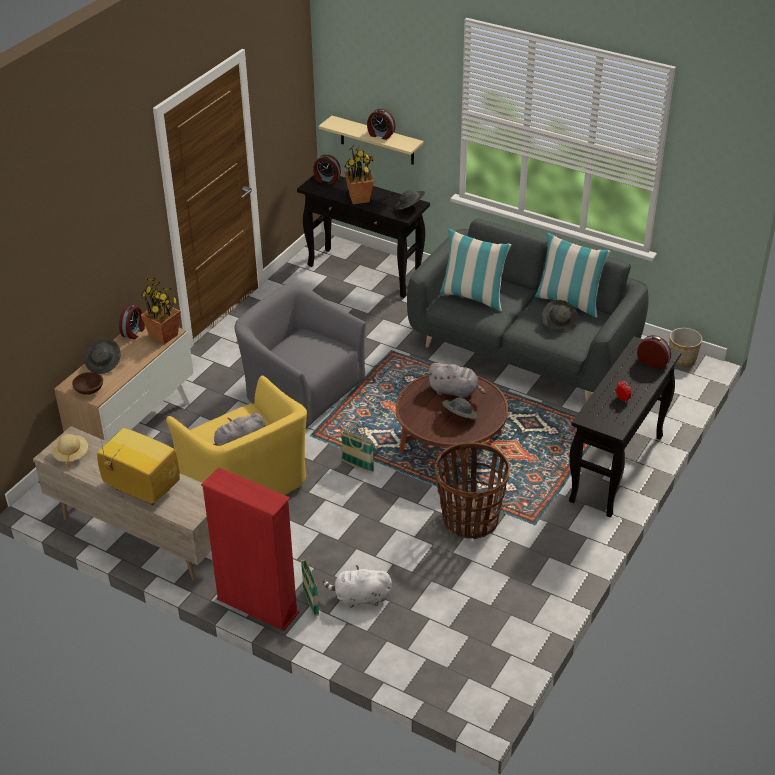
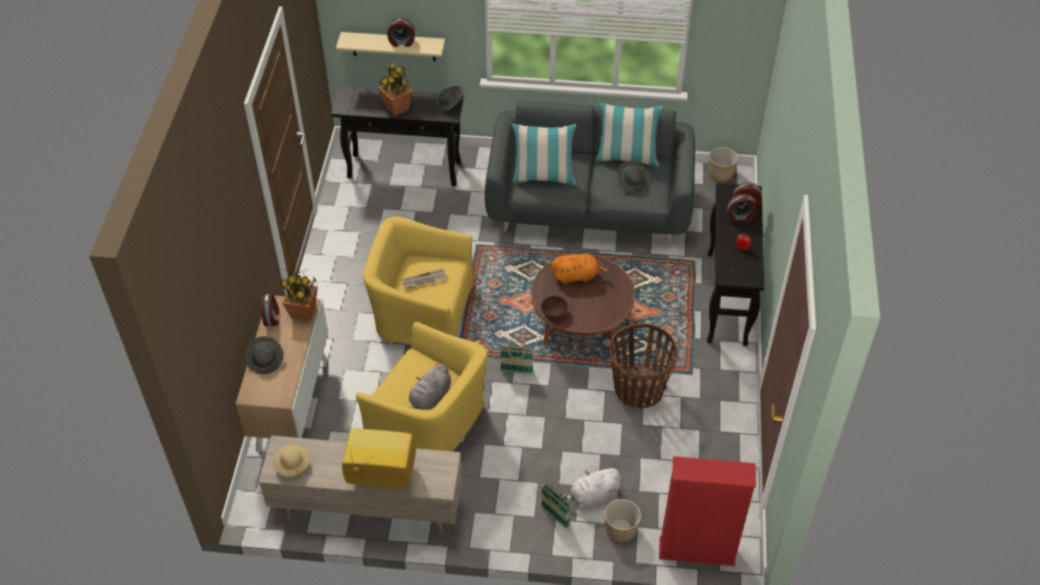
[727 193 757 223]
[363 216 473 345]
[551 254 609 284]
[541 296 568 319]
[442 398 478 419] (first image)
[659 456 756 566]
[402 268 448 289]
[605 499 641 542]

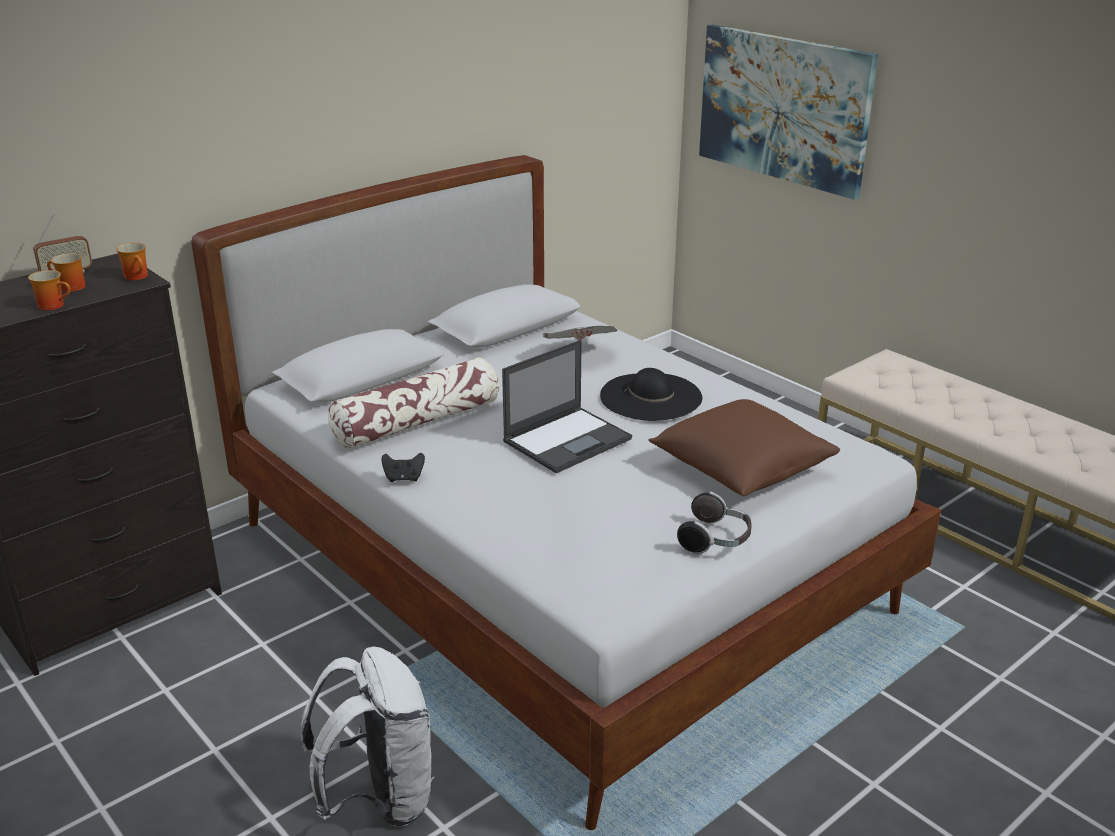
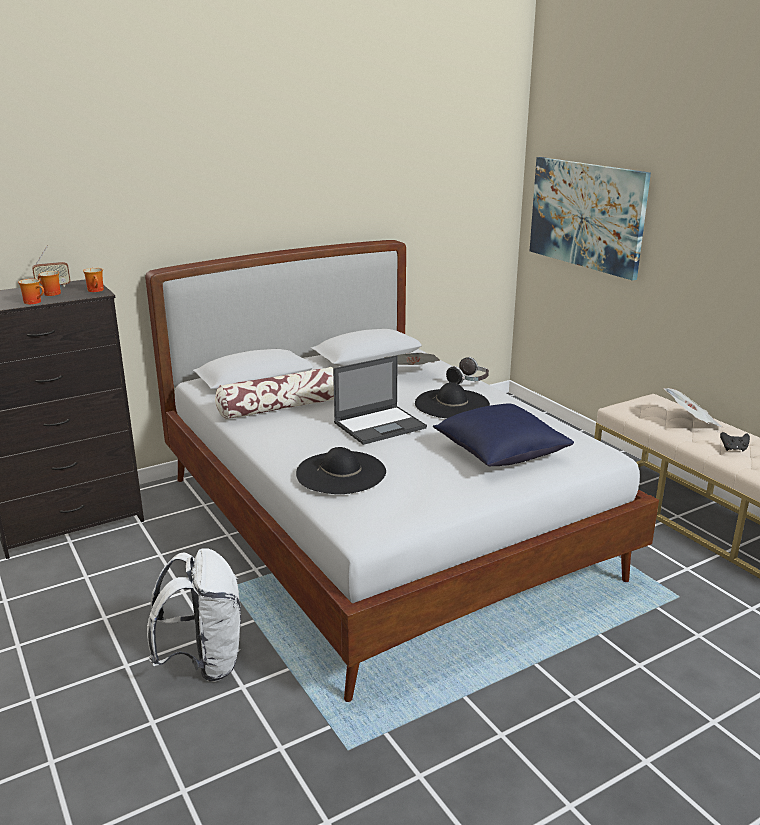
[433 403 574 467]
[720 432 750 451]
[446 357 489 385]
[663 388 722 427]
[296 447 386 494]

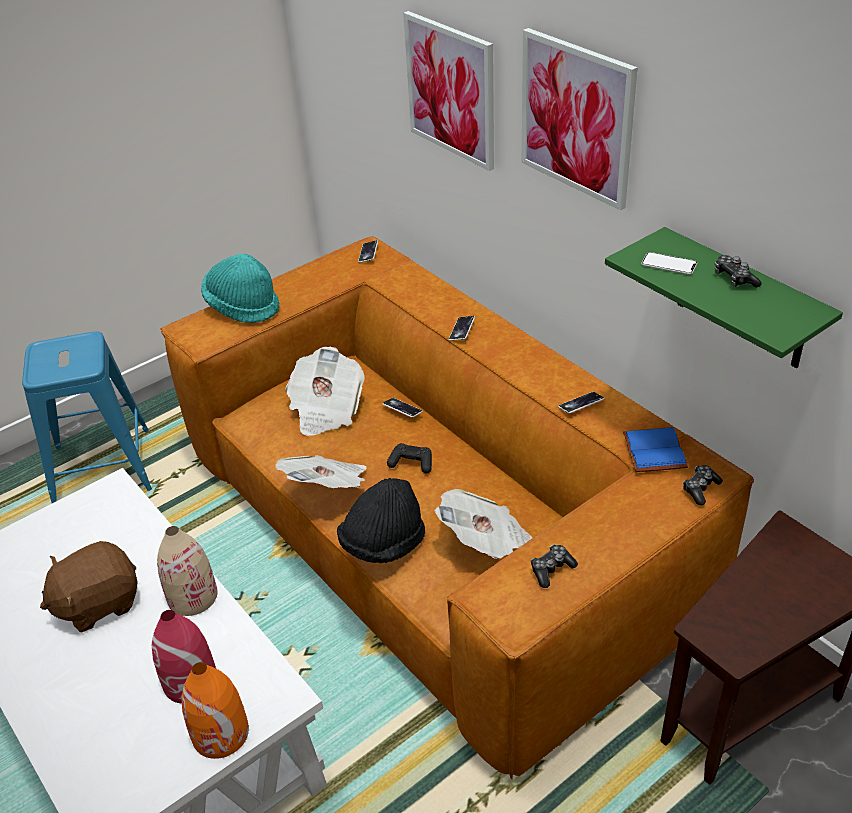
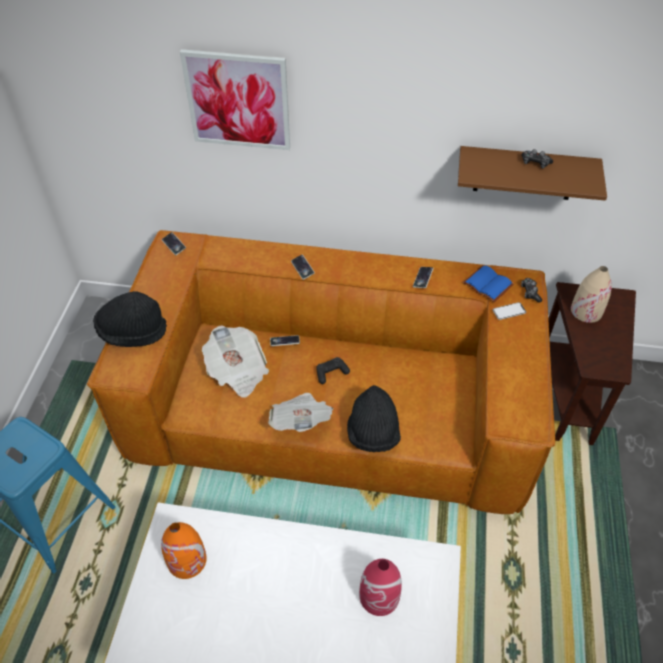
[522 28 638 210] (first image)
[458 146 607 201]
[493 302 526 320]
[93 291 167 347]
[434 489 532 559] (first image)
[571 266 612 323]
[40 541 138 632] (first image)
[531 545 578 588] (first image)
[161 522 207 579]

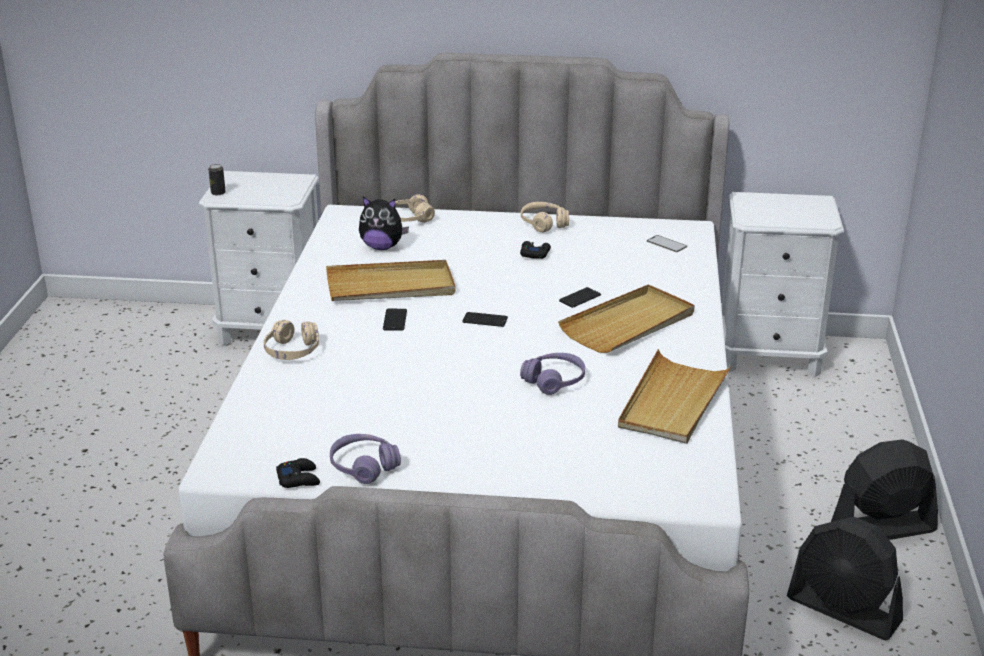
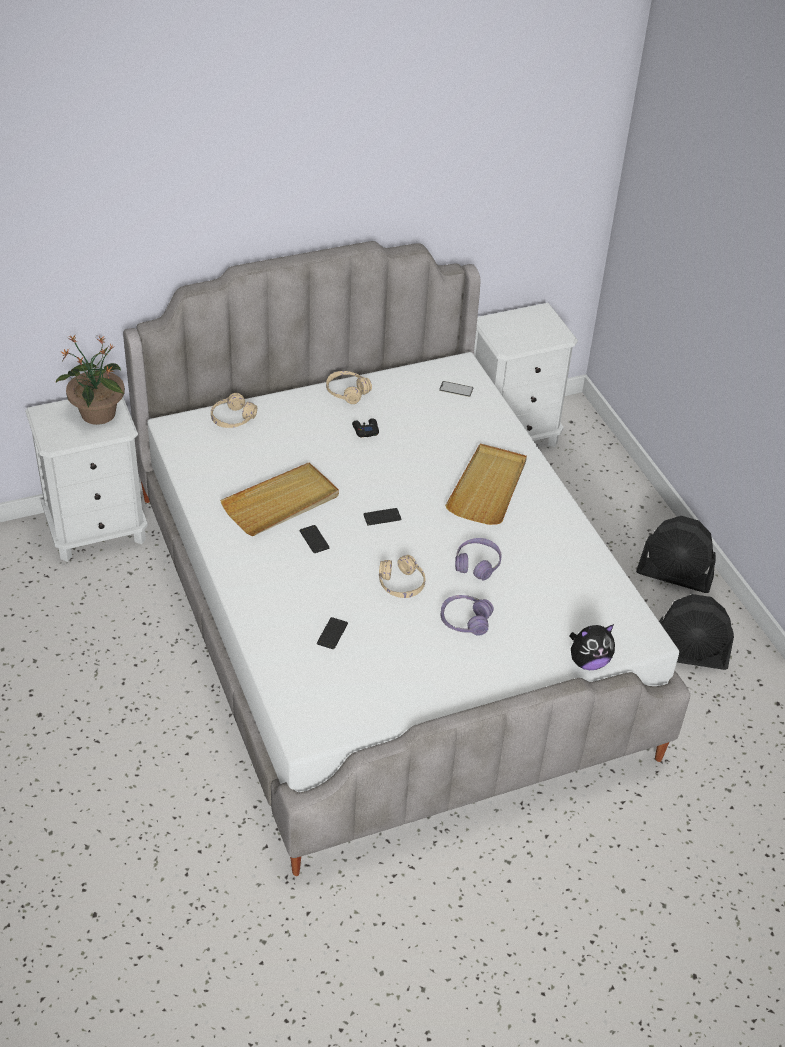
[208 164 226 195] (first image)
[569 624 615 670]
[317 617 348 649]
[379 555 426 598]
[618 349 732 444] (first image)
[440 595 494 636]
[636 516 716 593]
[276 458 320 488] (first image)
[56 334 125 425]

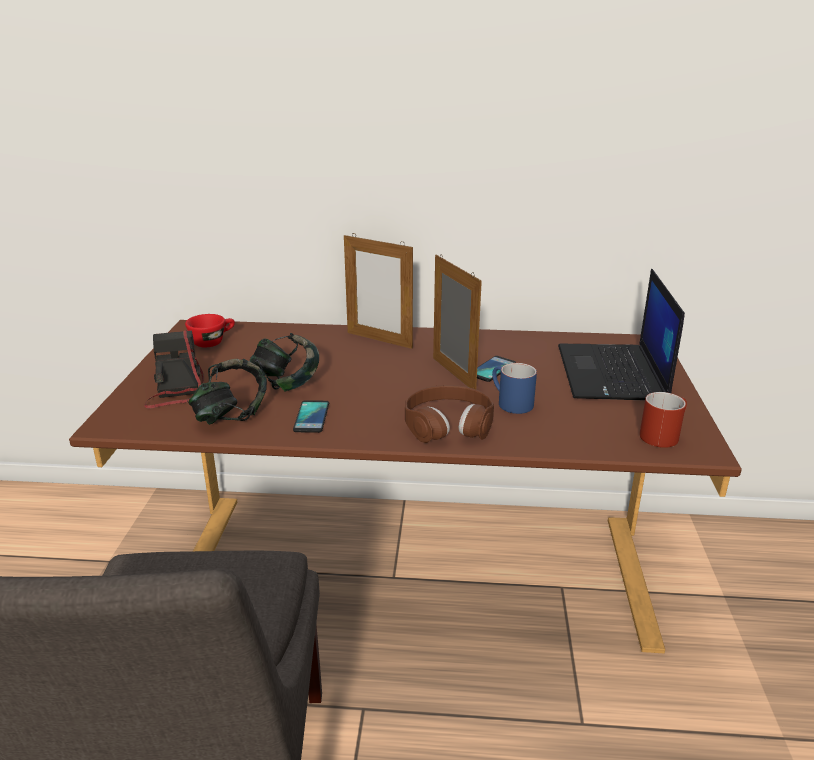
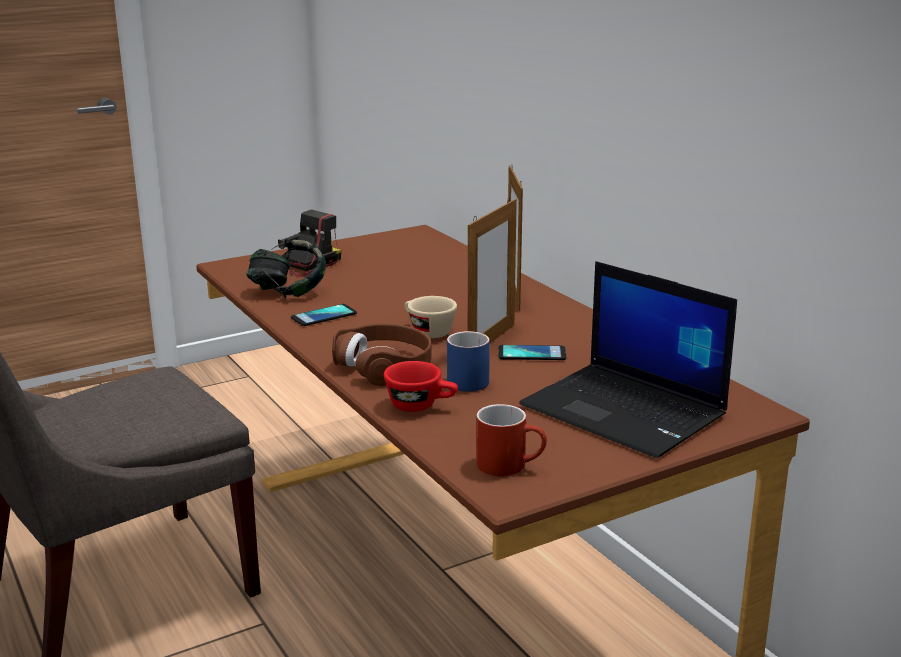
[519 261 737 458]
[384 361 458 412]
[250 333 319 392] (first image)
[405 296 457 338]

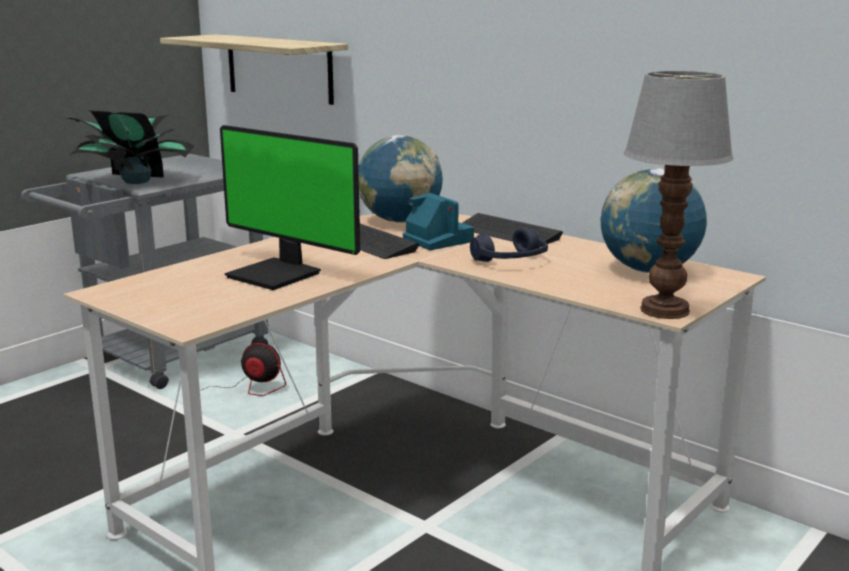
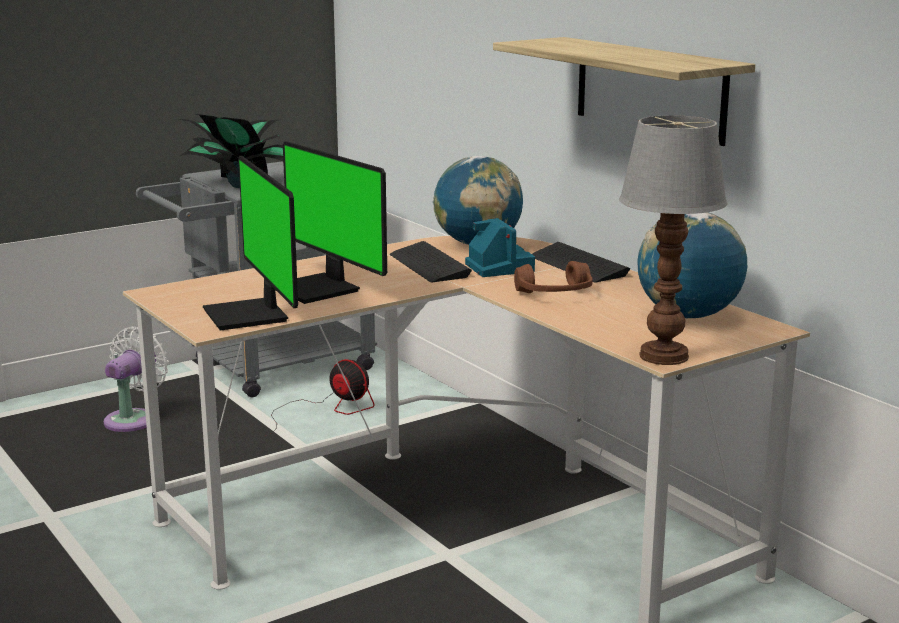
[493 37 755 146]
[514 261 593 293]
[203 156 298 331]
[104 327 169 432]

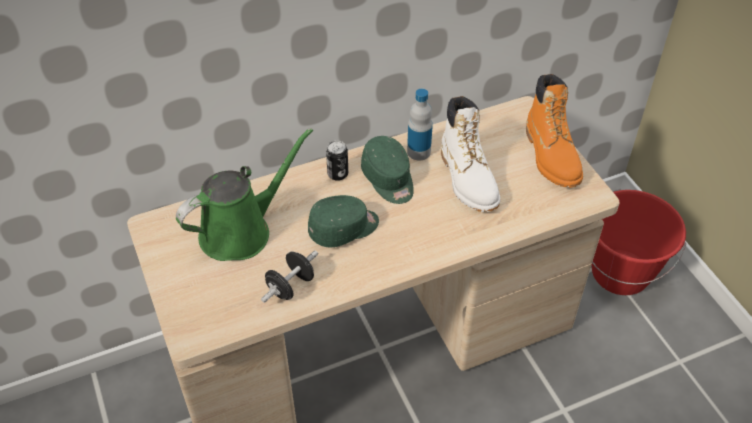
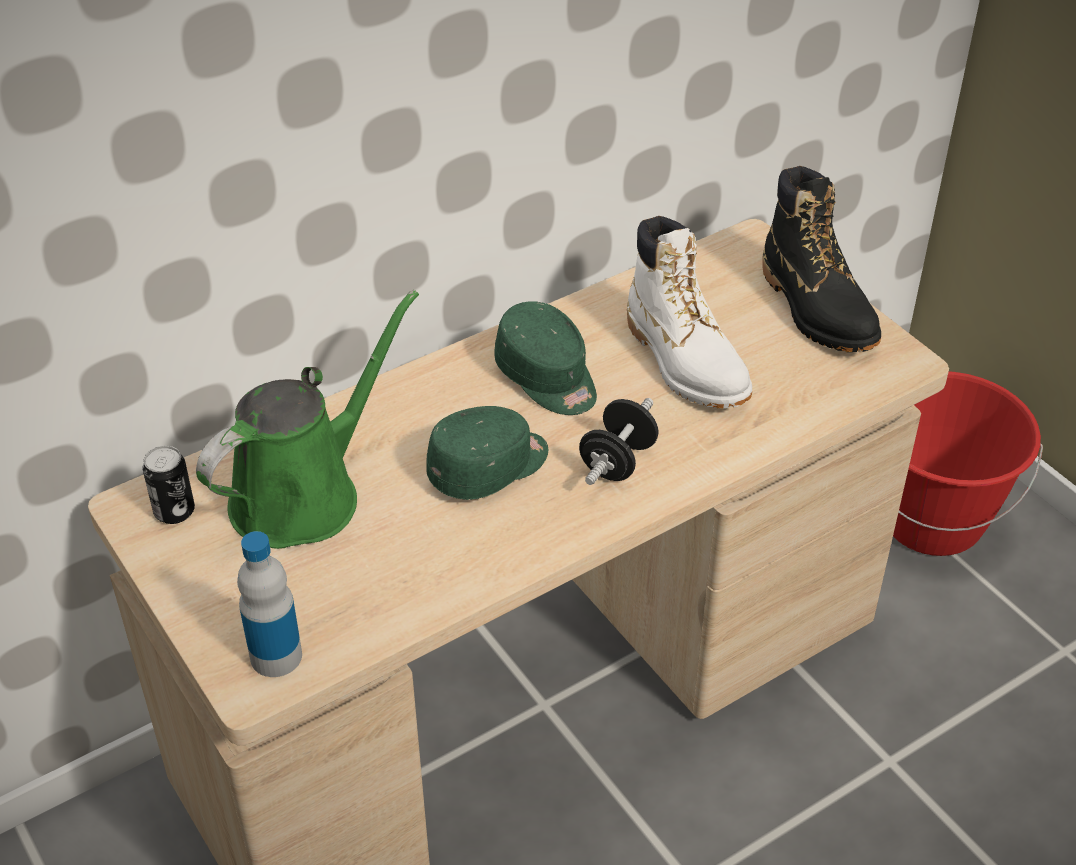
[762 166 881 352]
[237 531 302 677]
[142 446 195 524]
[579 398 658 485]

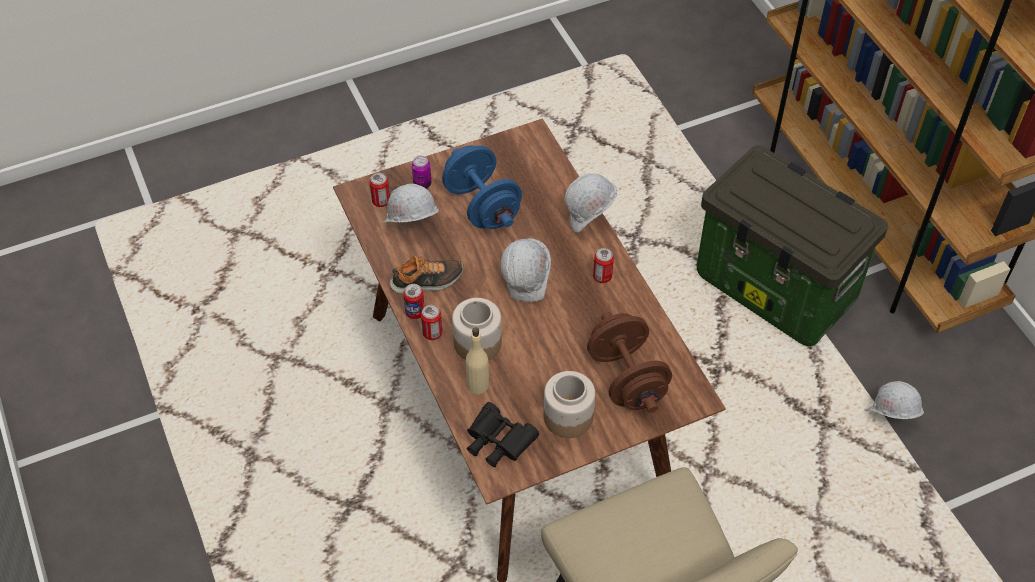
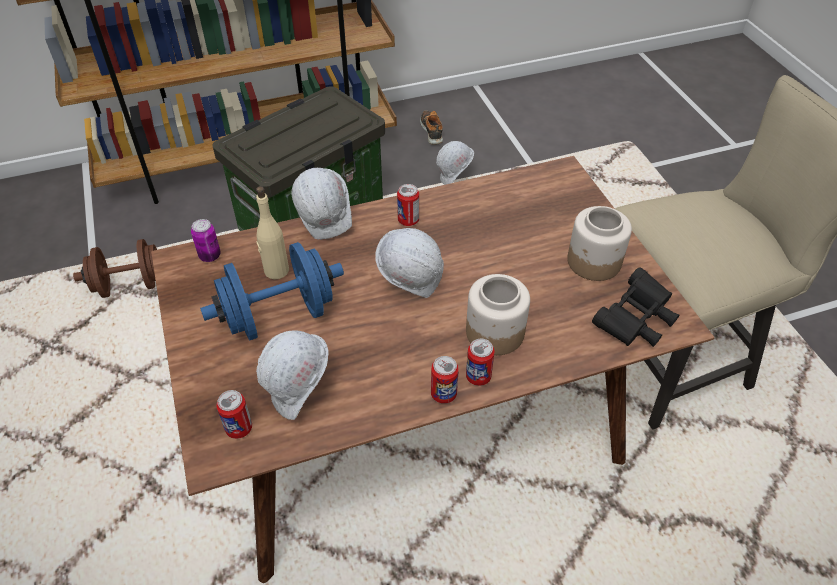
[191 219 221 262]
[420 111 443 145]
[73 239 157 298]
[256 186 289 279]

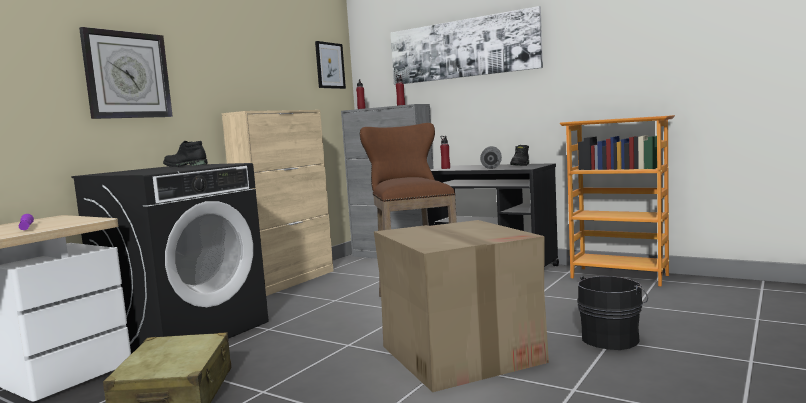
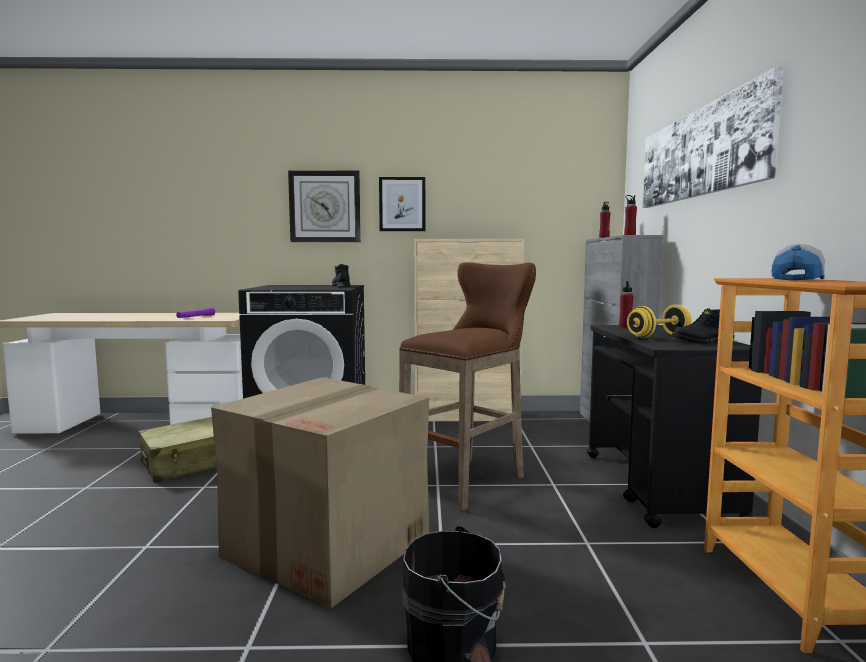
[379 177 425 231]
[627 305 691 338]
[772 244 825 280]

